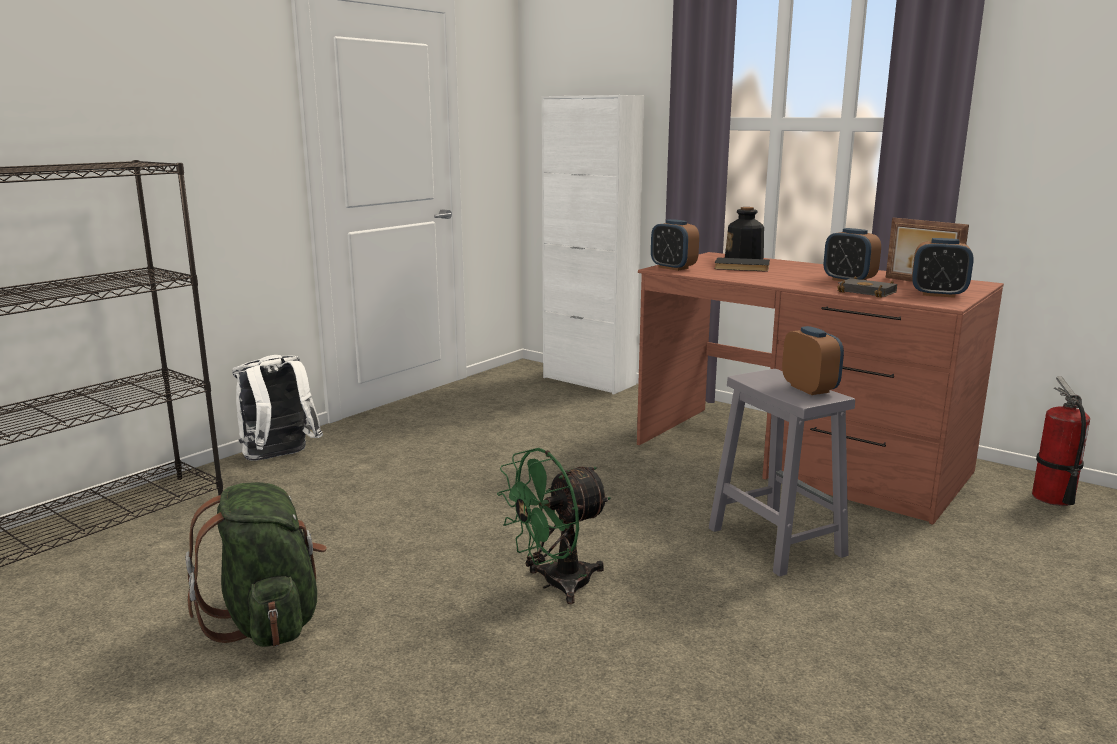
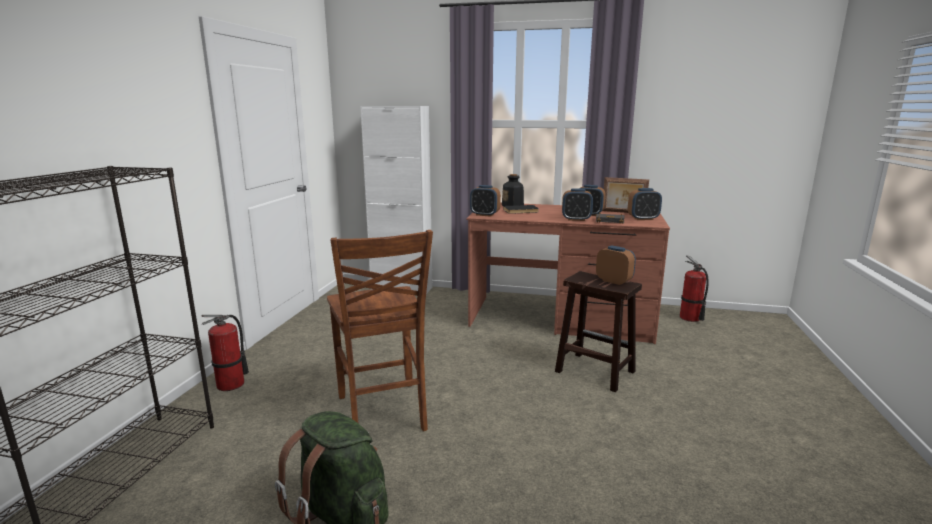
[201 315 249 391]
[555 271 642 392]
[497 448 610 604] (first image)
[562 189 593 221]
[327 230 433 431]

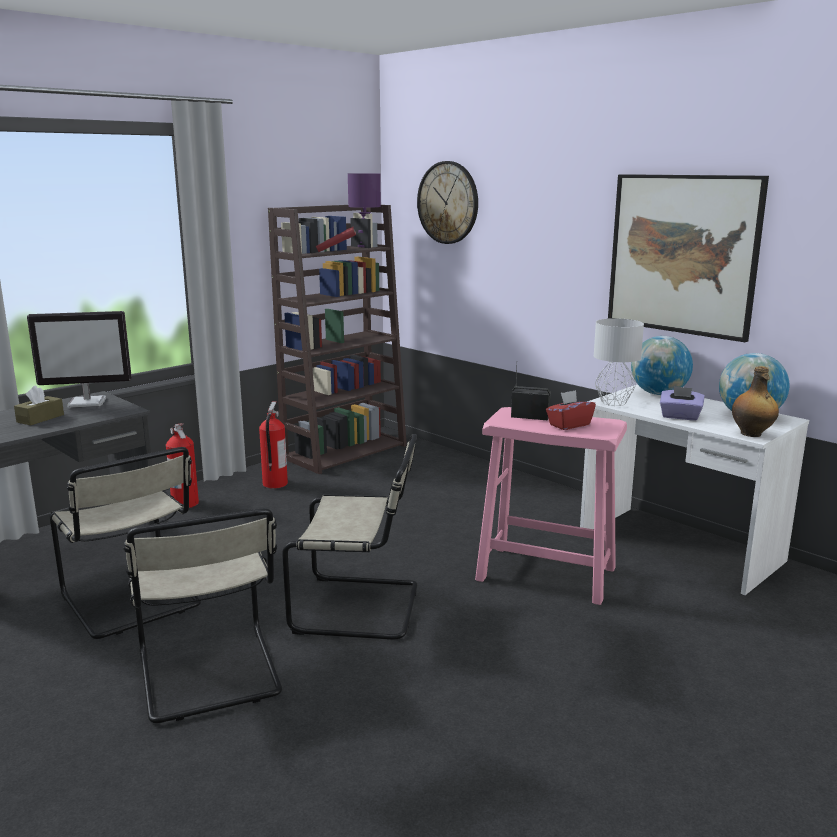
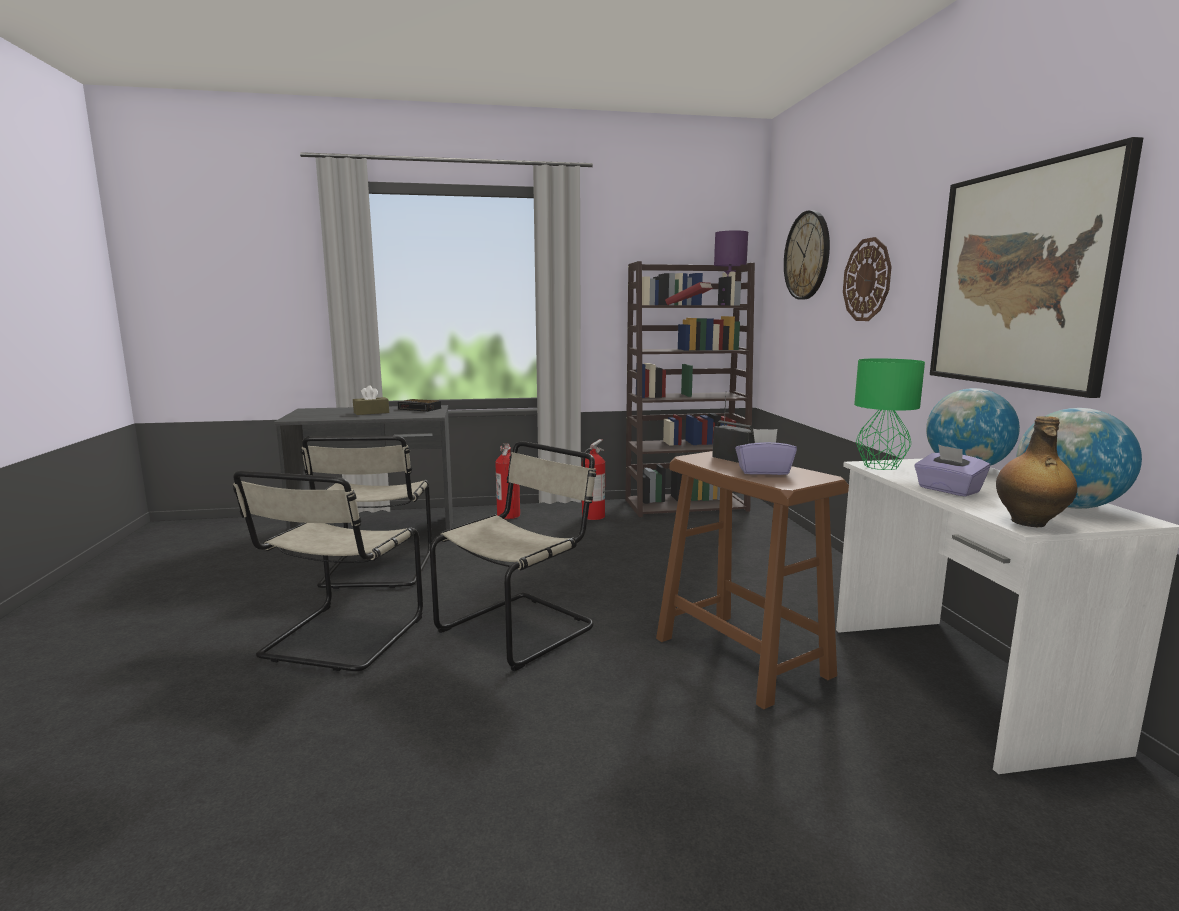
[398 399 441 412]
[854 358 925 470]
[735 429 797 475]
[656 451 849 710]
[430 441 596 671]
[843 237 892 321]

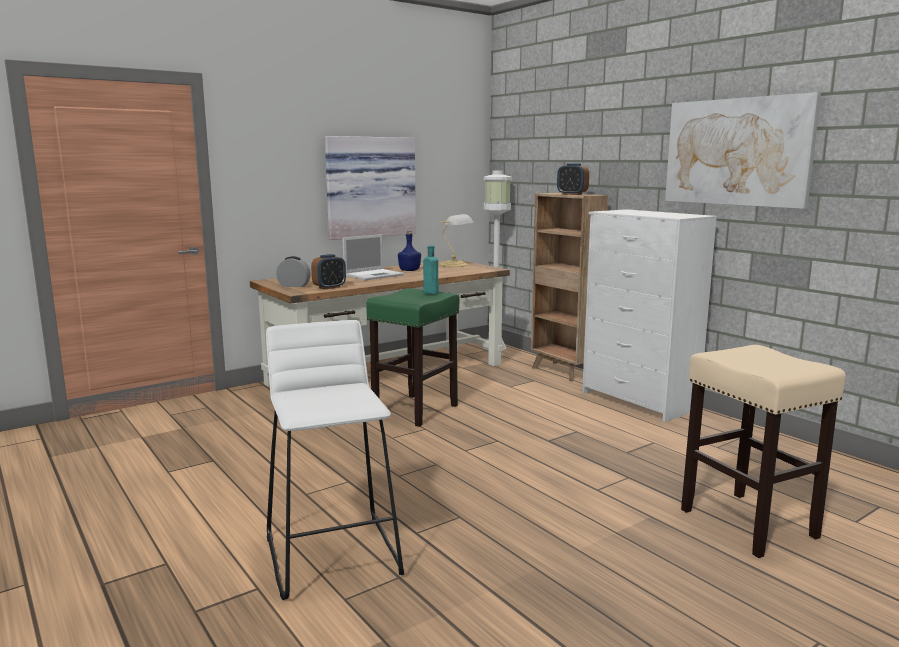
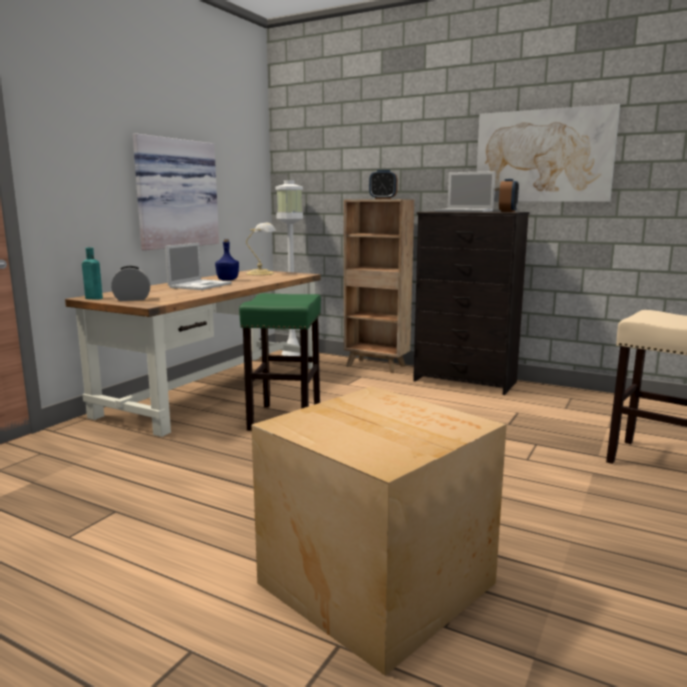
[413 211 530 395]
[82 247 103 300]
[499 179 519 212]
[251 386 507 676]
[435 171 496 212]

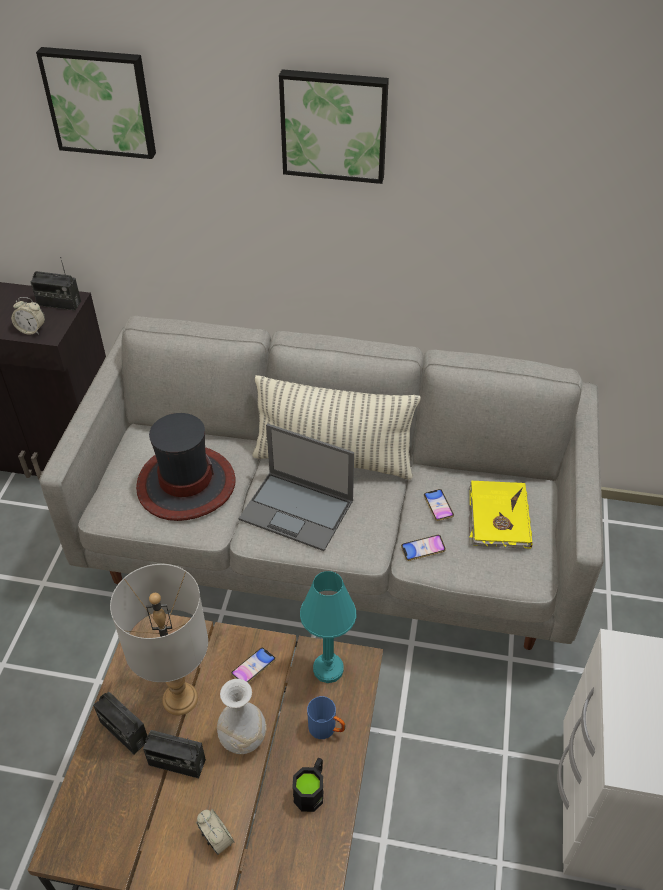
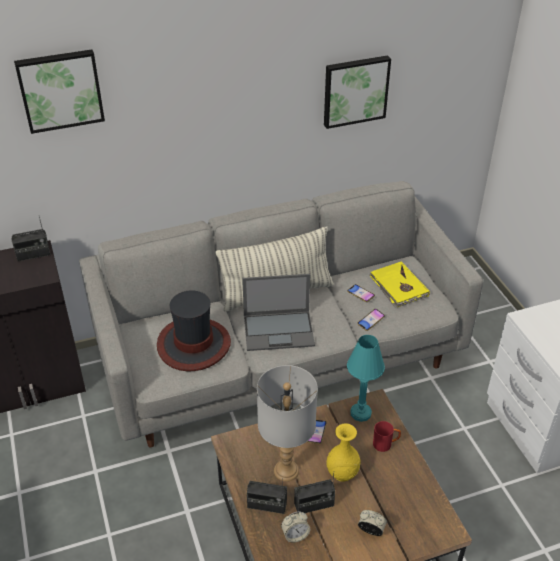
[324 55 391 129]
[281 511 310 543]
[326 424 361 481]
[373 421 401 452]
[292 758 323 812] (first image)

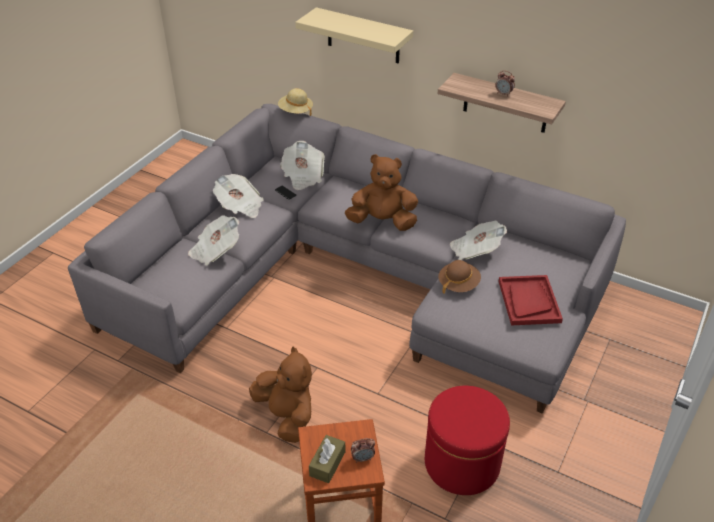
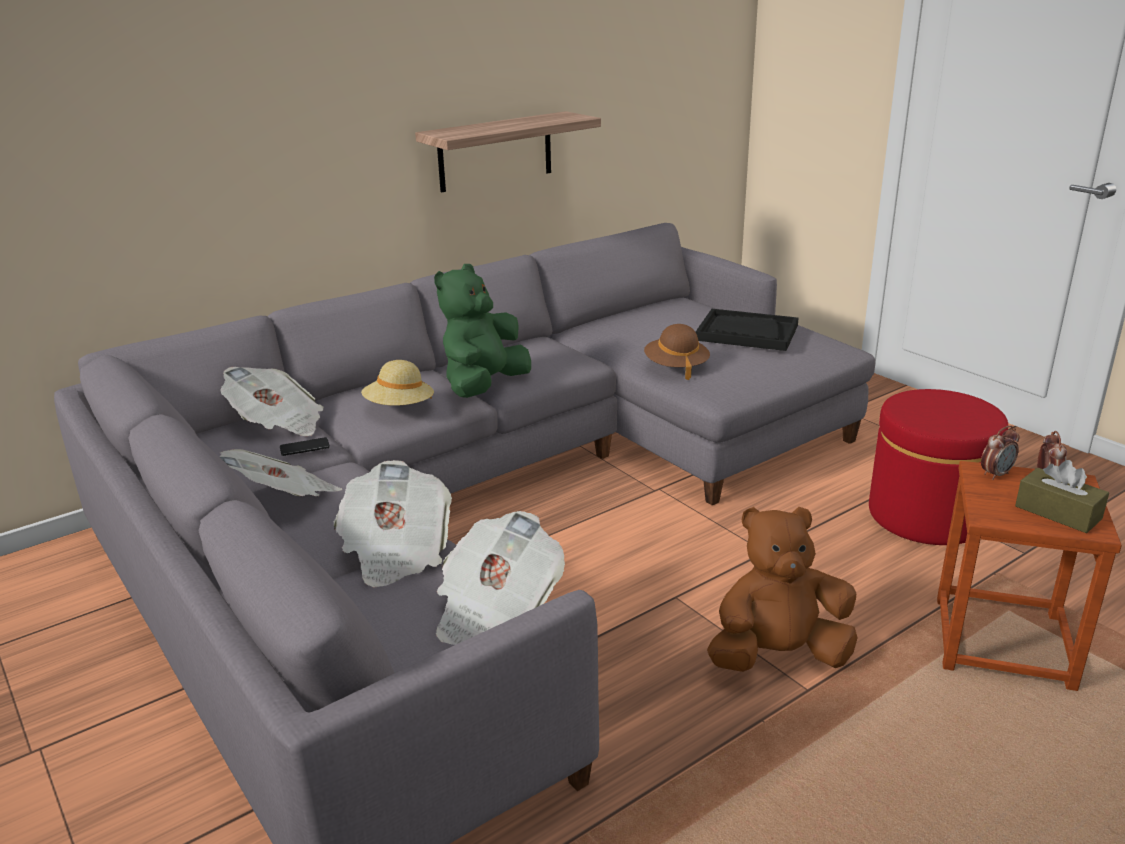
[295 7 413 64] (first image)
[981 426 1019 480]
[361 360 434 406]
[434 264 531 398]
[436 511 565 645]
[696 309 799 351]

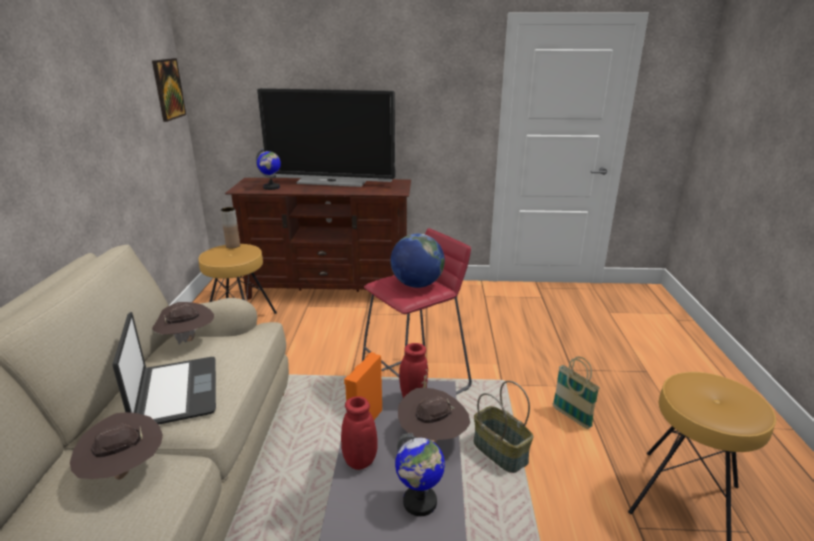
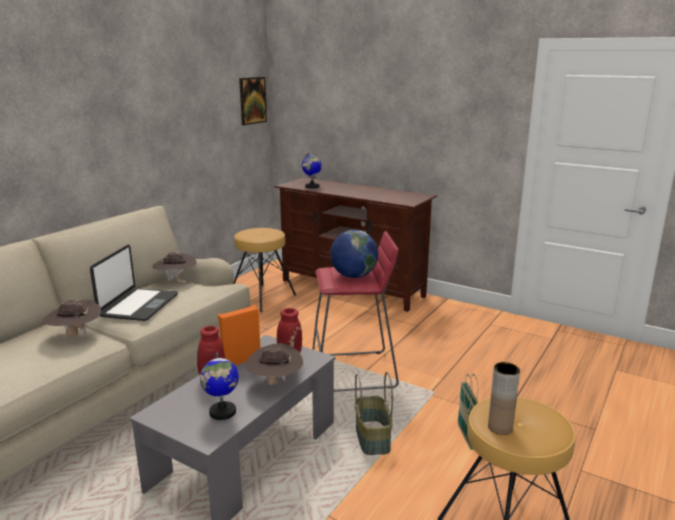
[257 88 395 187] (first image)
[488 362 520 435]

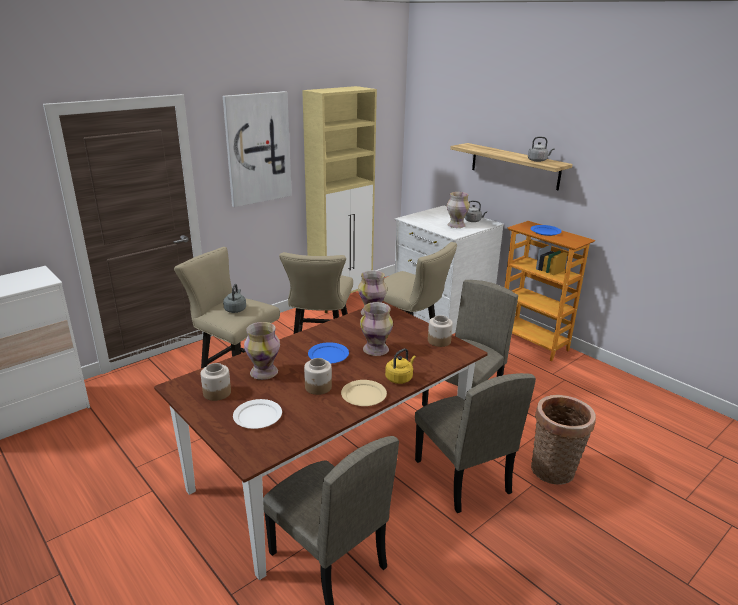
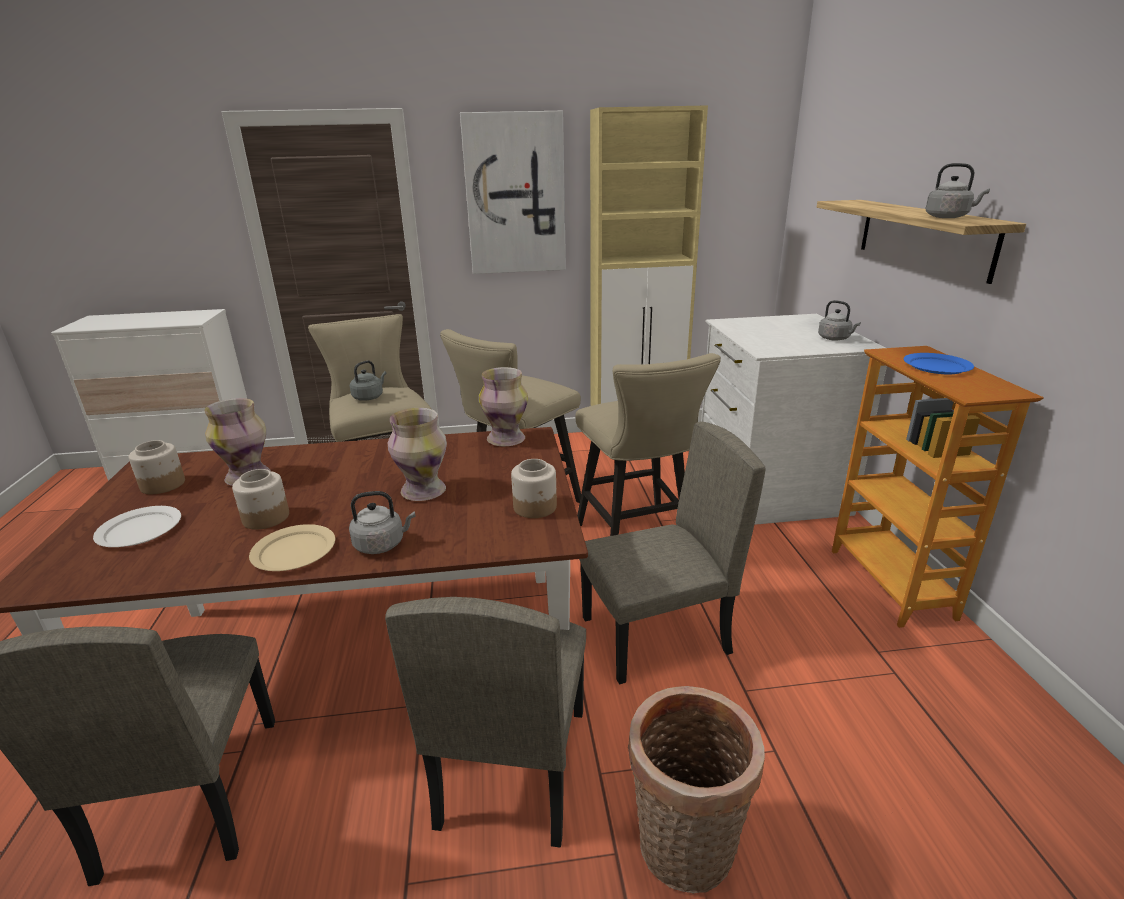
[447 192 470 228] (first image)
[308 342 349 364] (first image)
[349 491 416 554]

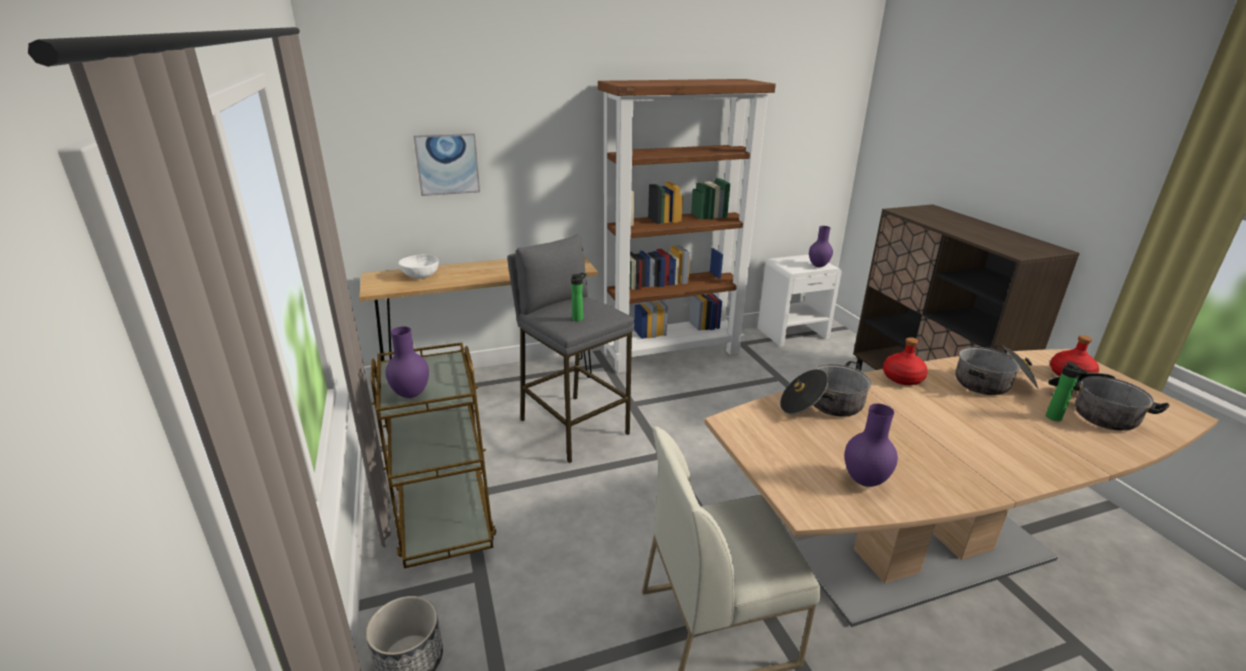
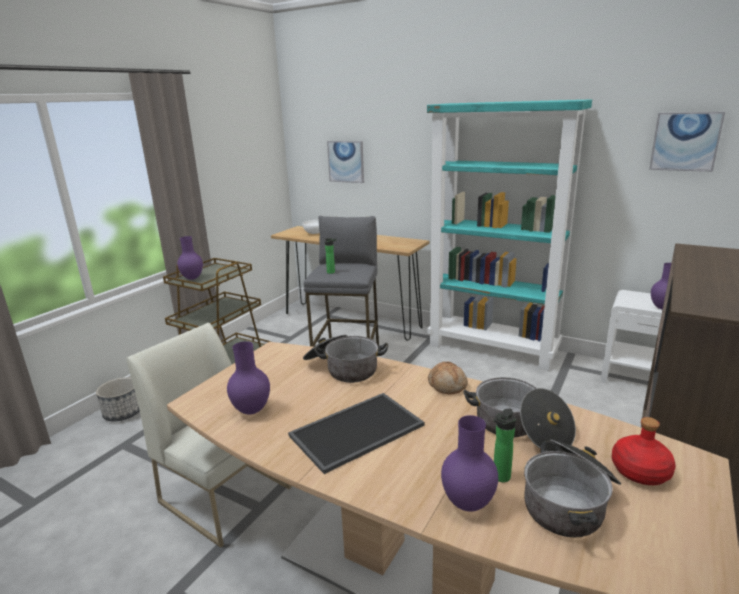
[427 99 592 371]
[428 362 468 395]
[649 112 725 172]
[288 393 425 474]
[441 415 498 512]

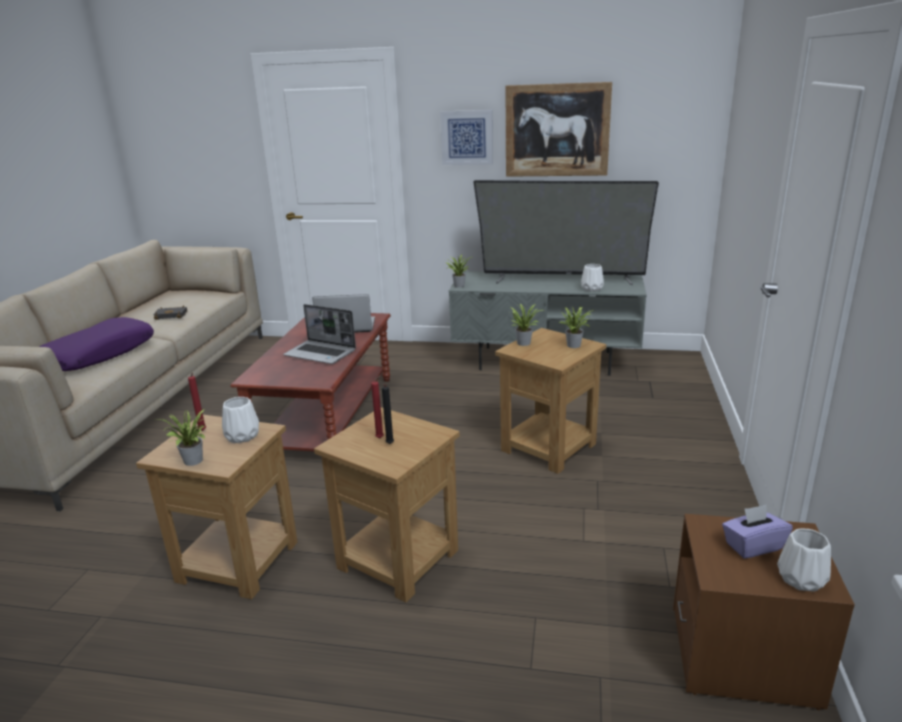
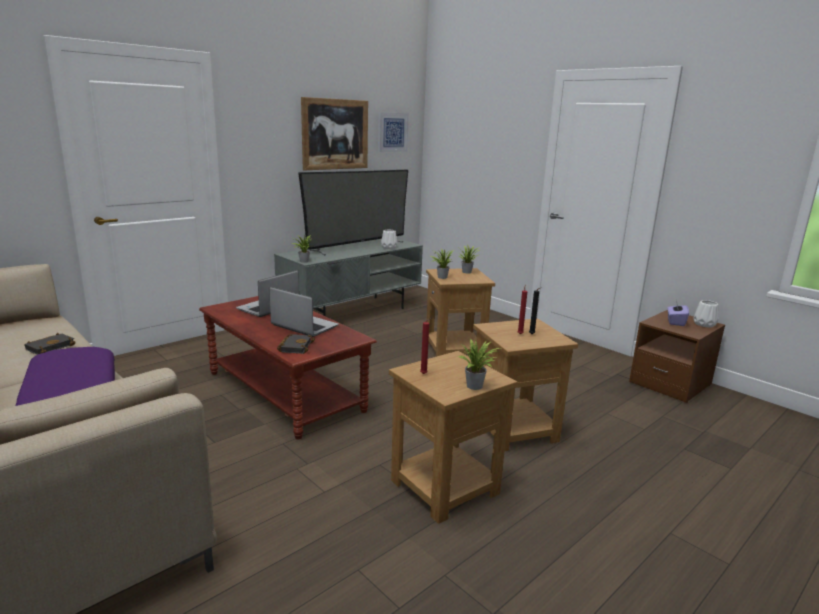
[378 112 409 152]
[269 287 339 337]
[222 397 259 443] (first image)
[277 334 315 354]

